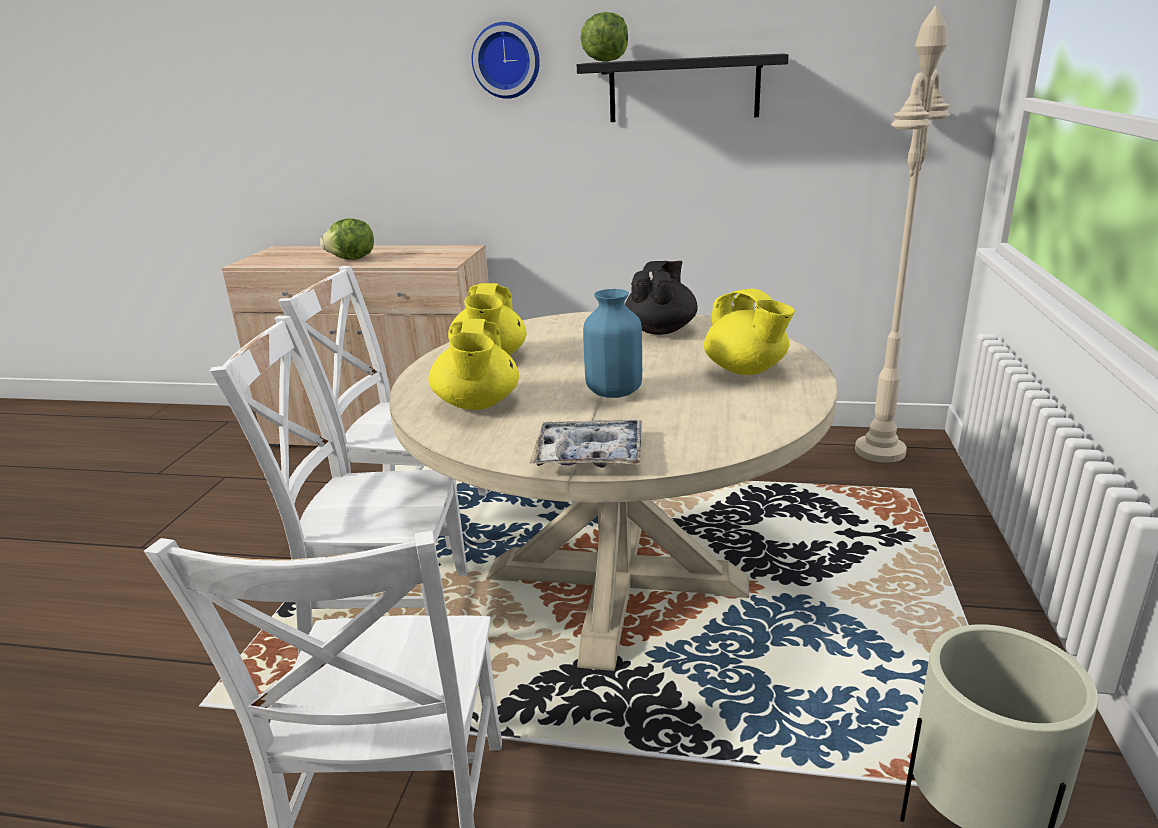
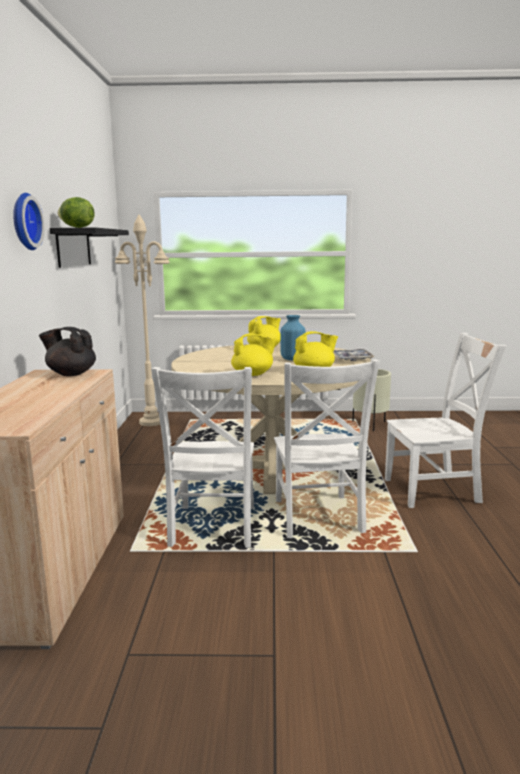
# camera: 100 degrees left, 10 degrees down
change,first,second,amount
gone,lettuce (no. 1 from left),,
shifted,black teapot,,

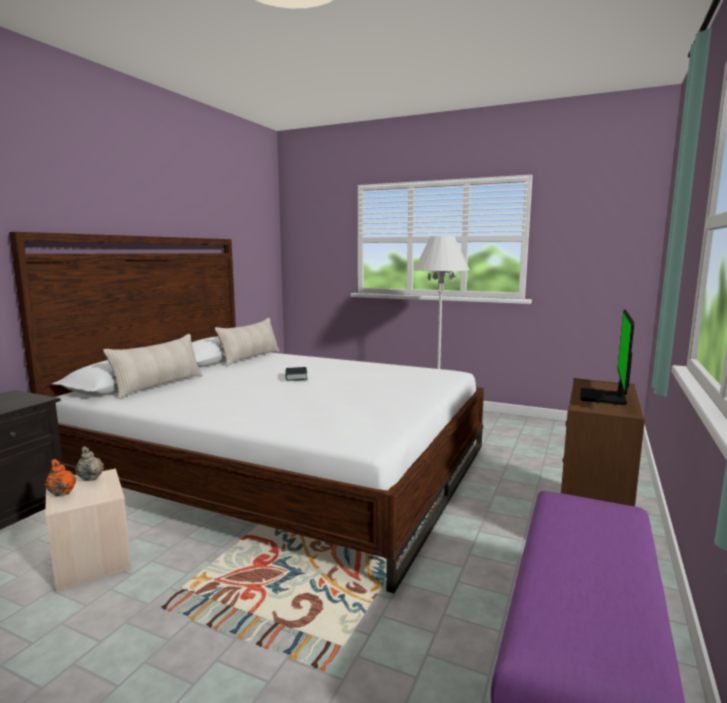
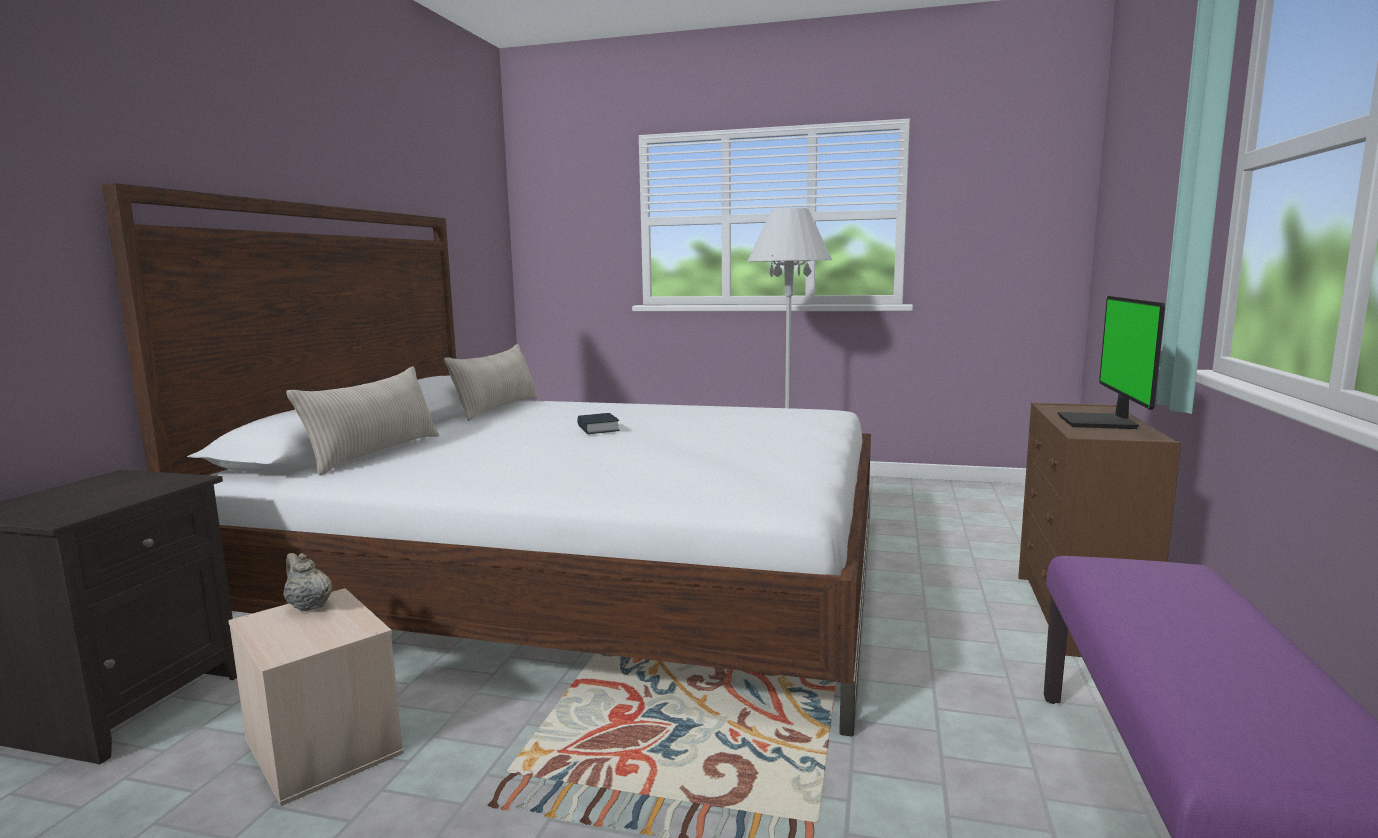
# camera: 10 degrees left, 0 degrees up
change,first,second,amount
gone,orange teapot,,

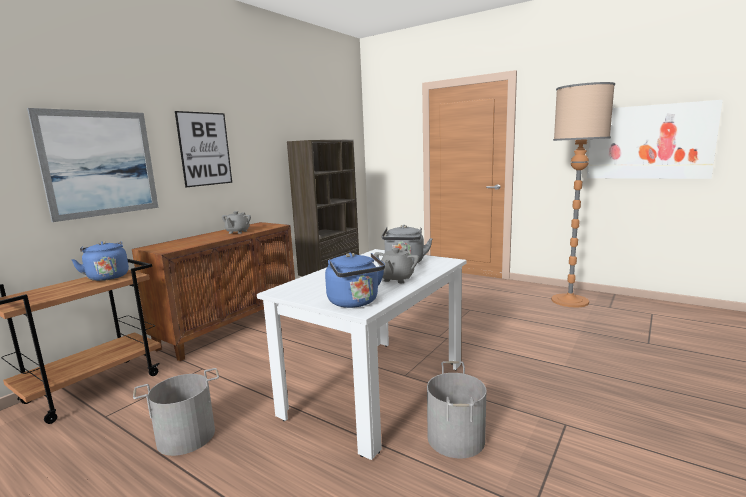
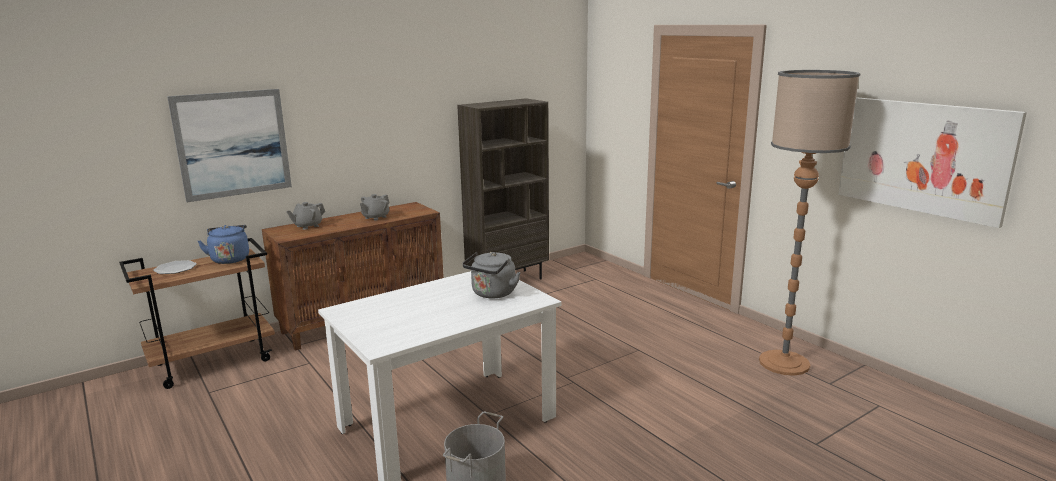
# camera: 20 degrees right, 5 degrees up
change,first,second,amount
gone,grey bucket (no. 1 from left),,
gone,picture (no. 2 from left),,
gone,blue kettle (no. 2 from left),,
new,,plate,
shifted,grey teapot (no. 2 from left in the first image),grey teapot (no. 1 from left),

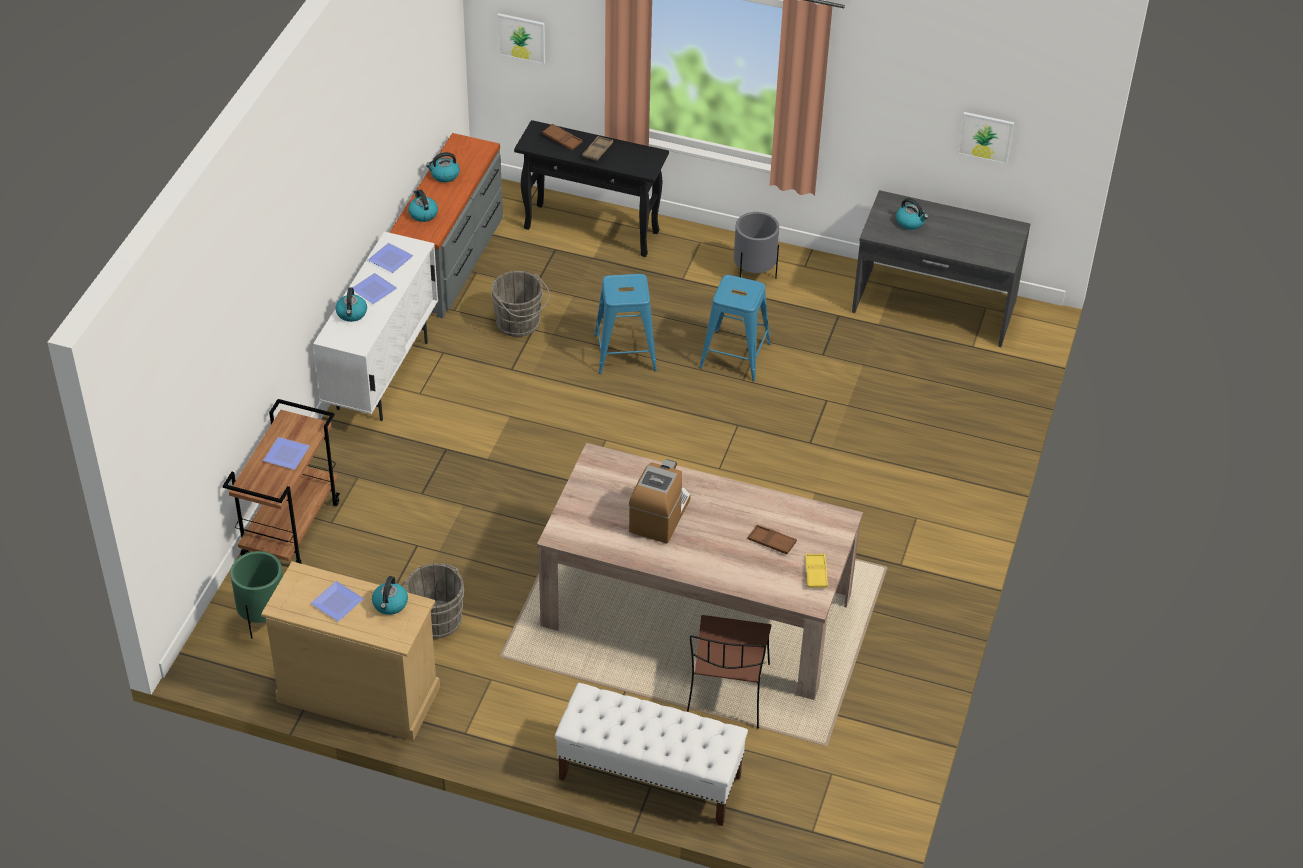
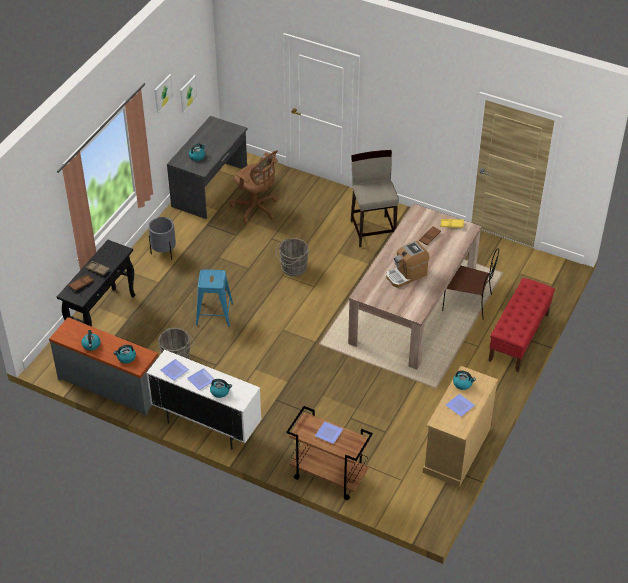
# camera: 80 degrees left, 0 degrees up
change,first,second,amount
gone,green planter,,
gone,blue stool (no. 2 from left),,
new,,brown office chair,
new,,beige stool,
shifted,grey bucket (no. 1 from left in the first image),grey bucket (no. 2 from left),
shifted,picture (no. 1 from left),,
repainted,white bench,red bench,
rotated,coffee machine,,60 degrees counterclockwise

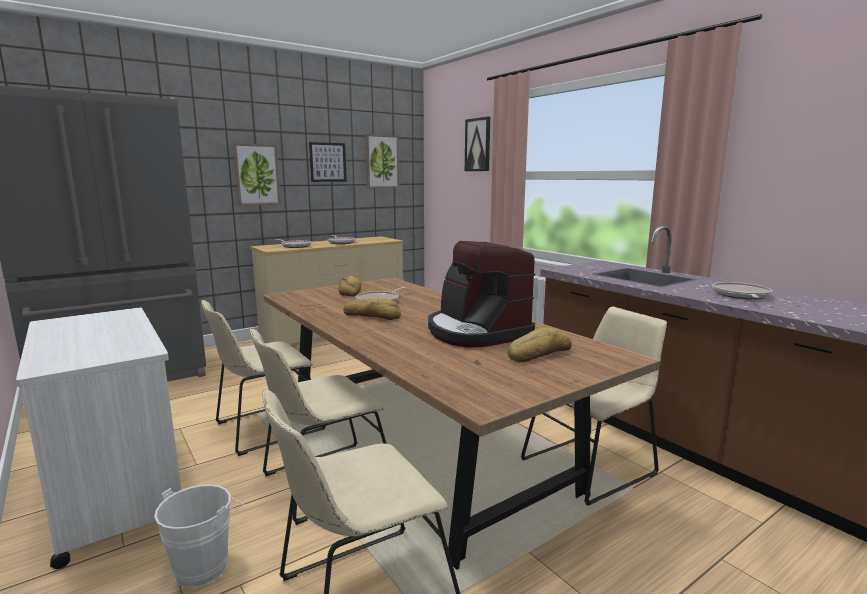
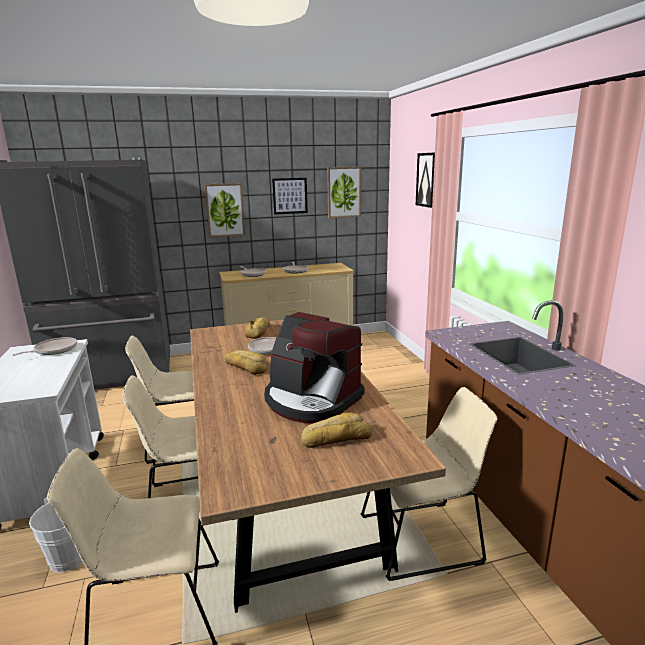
# camera: 20 degrees right, 5 degrees up
change,first,second,amount
shifted,frying pan (no. 4 from left in the first image),frying pan (no. 1 from left),
rotated,coffee machine,,45 degrees counterclockwise

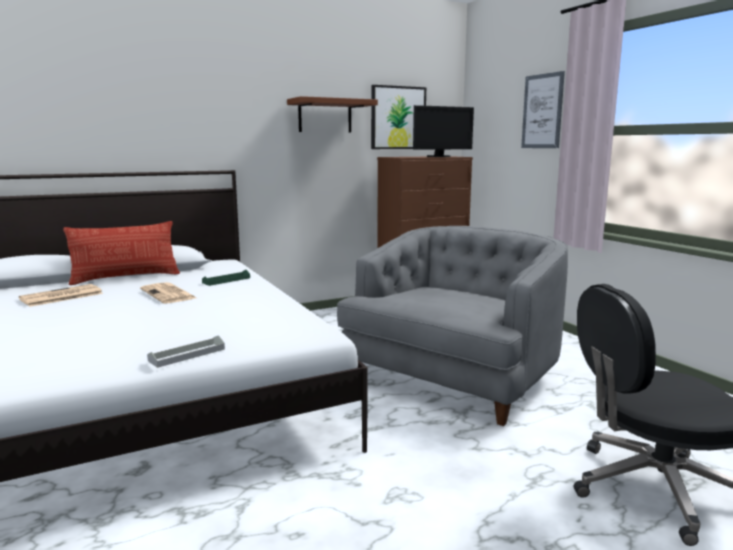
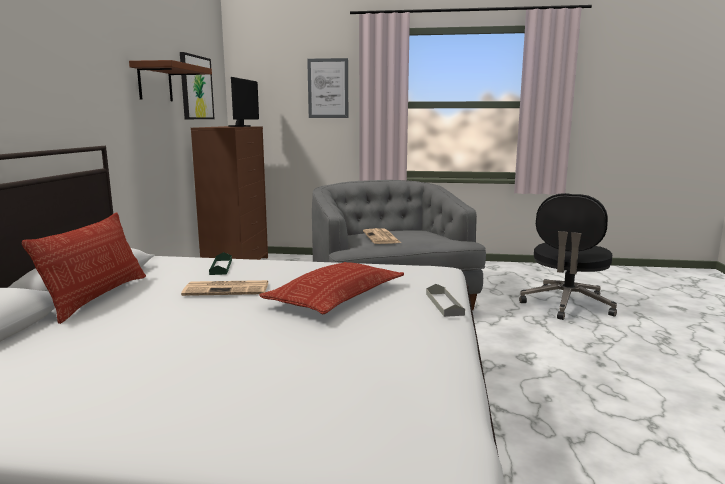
# camera: 55 degrees left, 0 degrees up
change,first,second,amount
new,,pillow (no. 2 from left),
shifted,newspaper (no. 1 from left in the first image),newspaper (no. 2 from left),

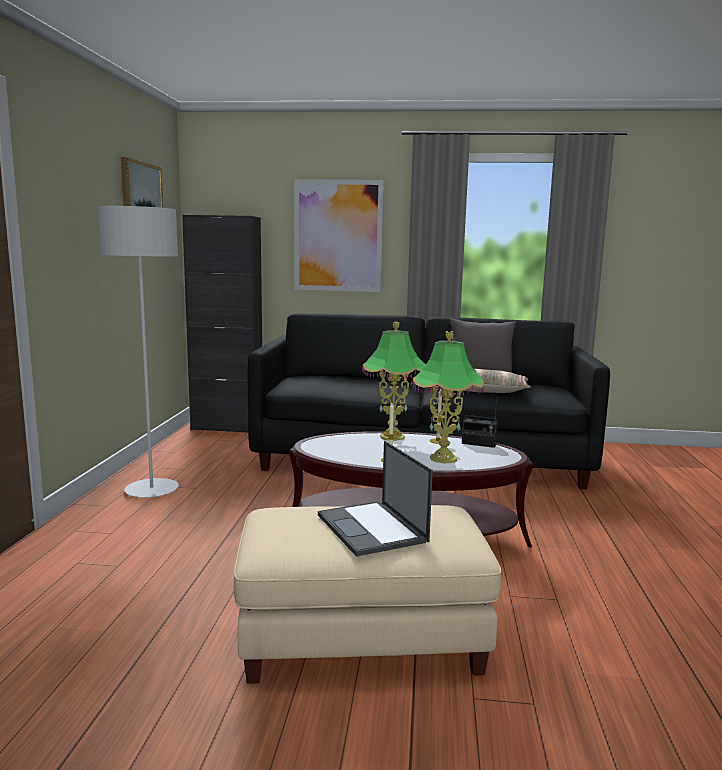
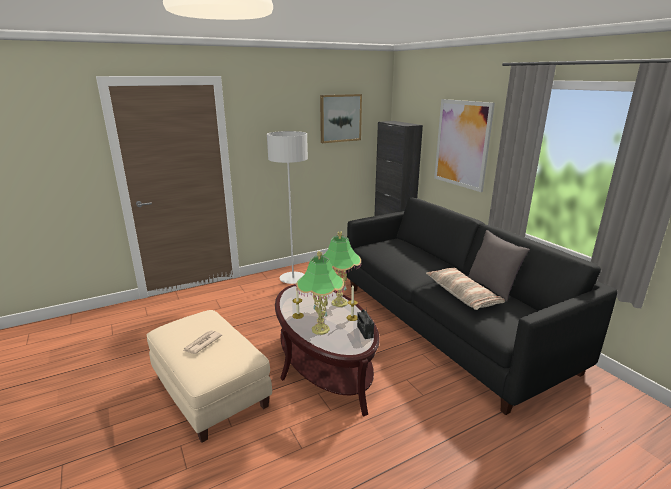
# camera: 55 degrees right, 10 degrees up
change,first,second,amount
swapped,laptop,newspaper,

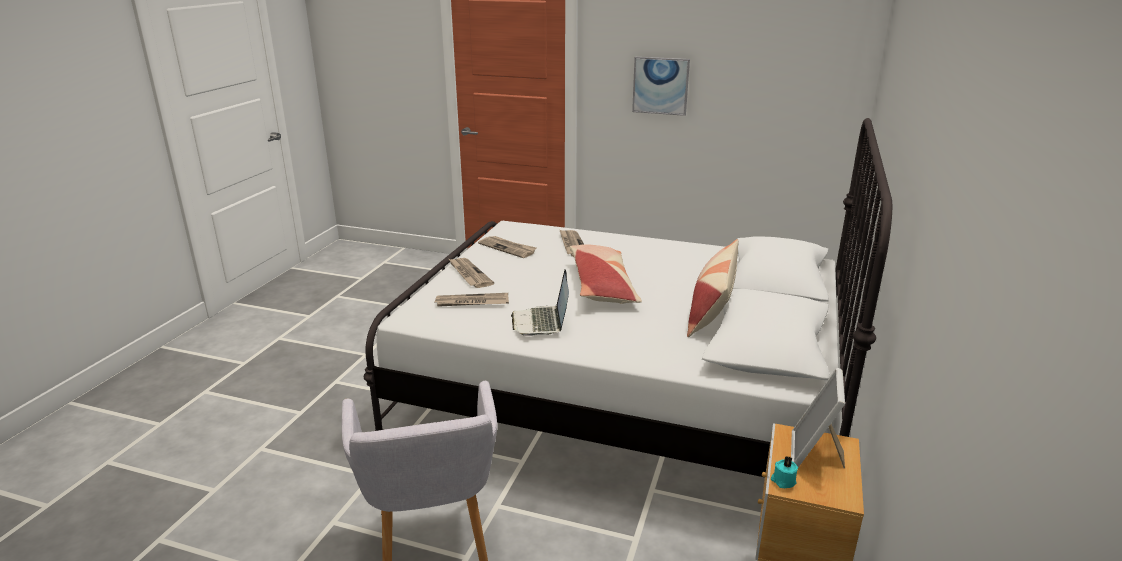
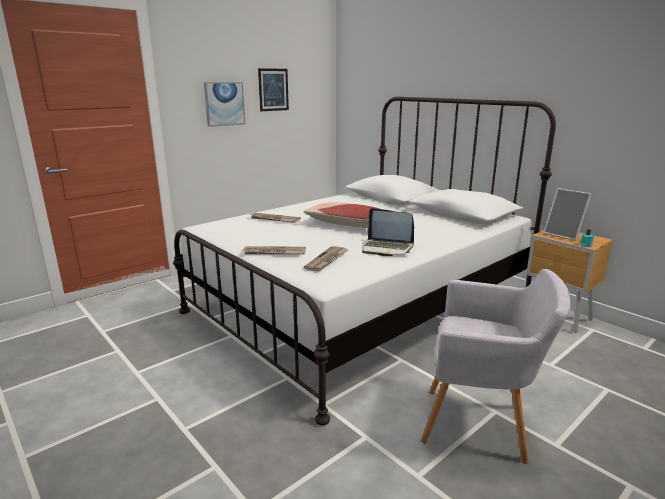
# camera: 60 degrees left, 5 degrees down
change,first,second,amount
gone,newspaper (no. 3 from left),,
gone,pillow (no. 2 from left),,
new,,picture (no. 2 from left),

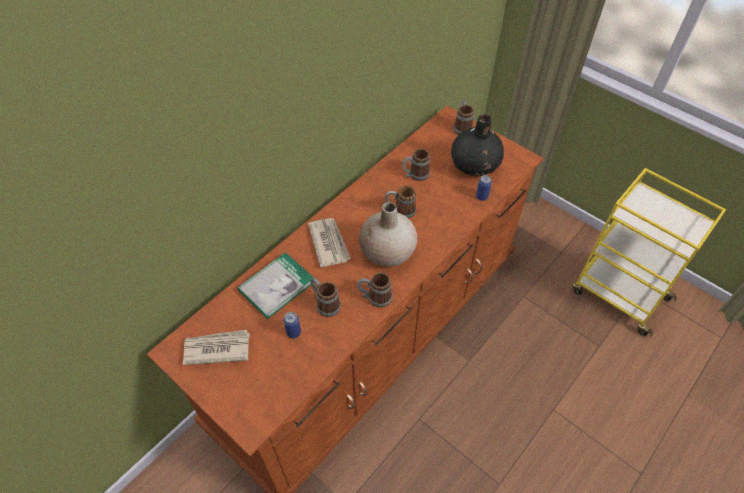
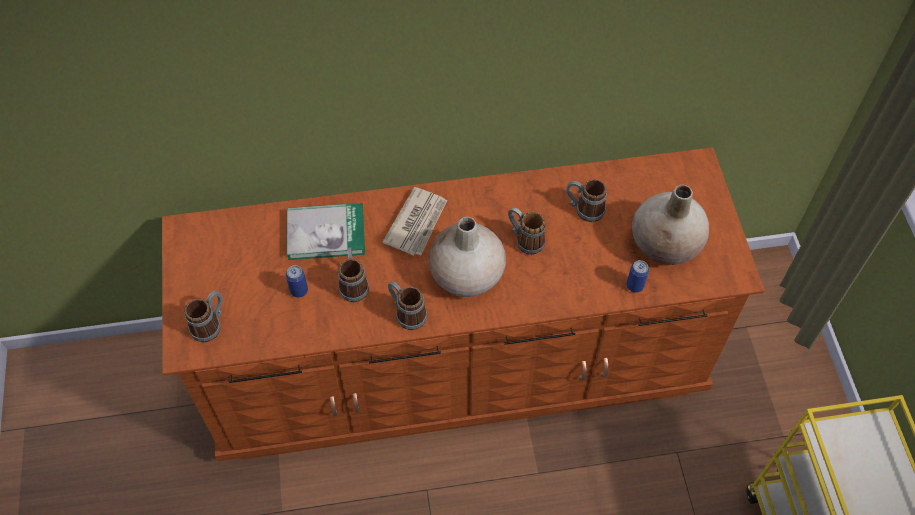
# camera: 40 degrees right, 5 degrees up
change,first,second,amount
gone,newspaper (no. 1 from left),,
shifted,mug (no. 5 from left in the first image),mug (no. 1 from left),
repainted,black vase,beige vase (no. 2 from left),

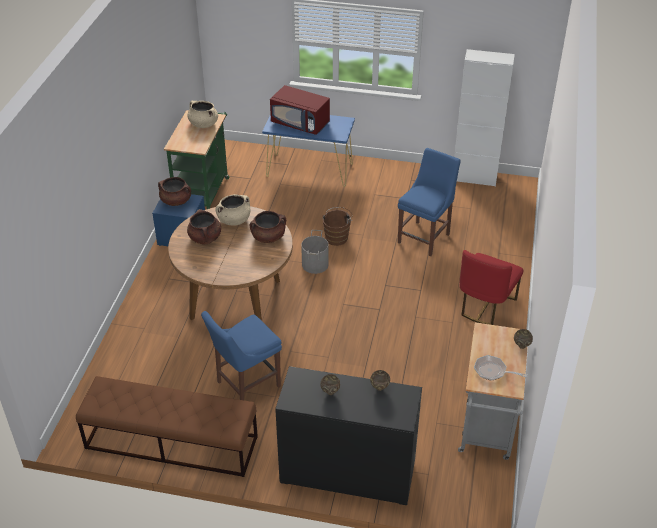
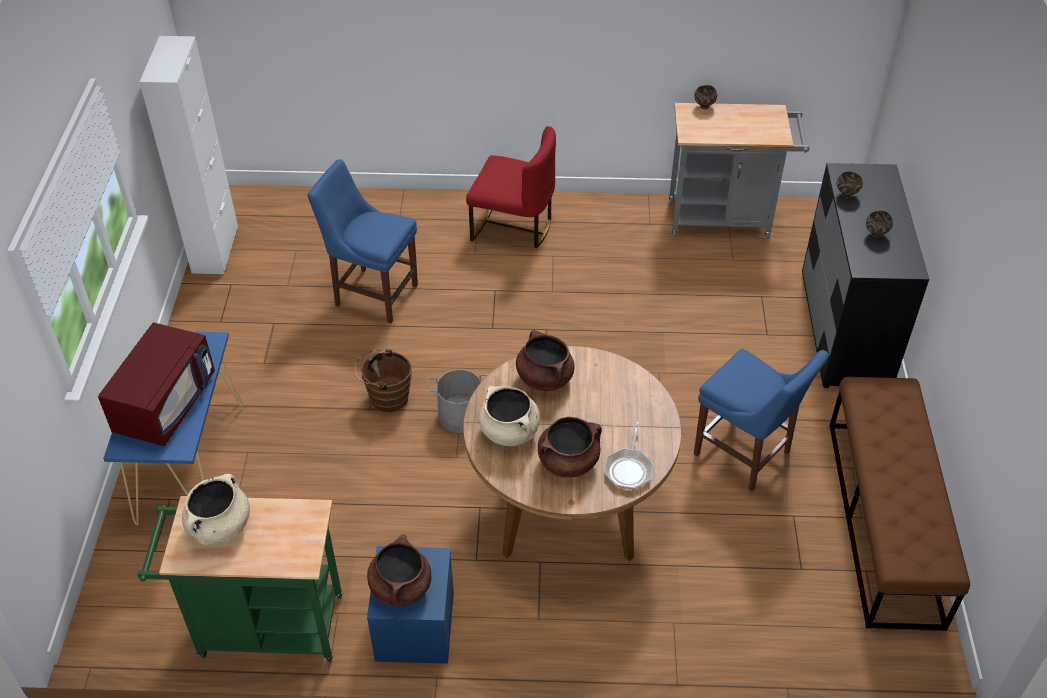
# camera: 100 degrees left, 5 degrees up
change,first,second,amount
shifted,frying pan,,

